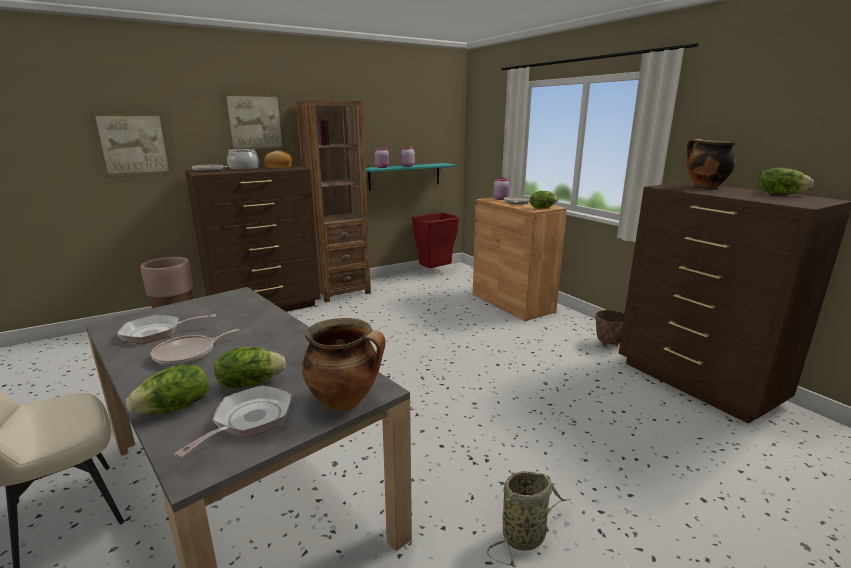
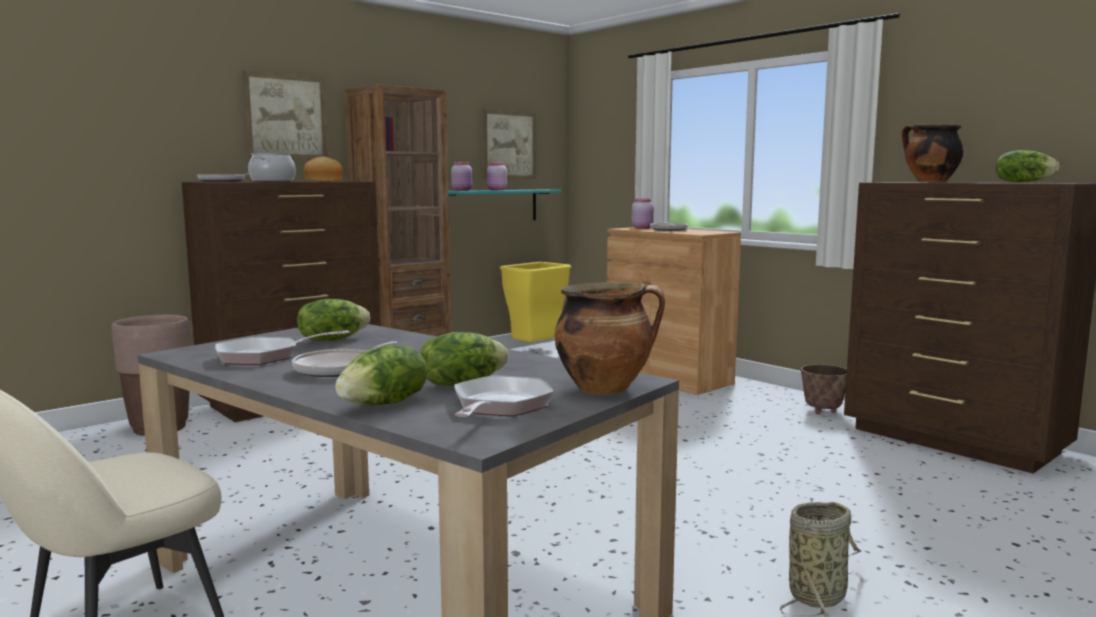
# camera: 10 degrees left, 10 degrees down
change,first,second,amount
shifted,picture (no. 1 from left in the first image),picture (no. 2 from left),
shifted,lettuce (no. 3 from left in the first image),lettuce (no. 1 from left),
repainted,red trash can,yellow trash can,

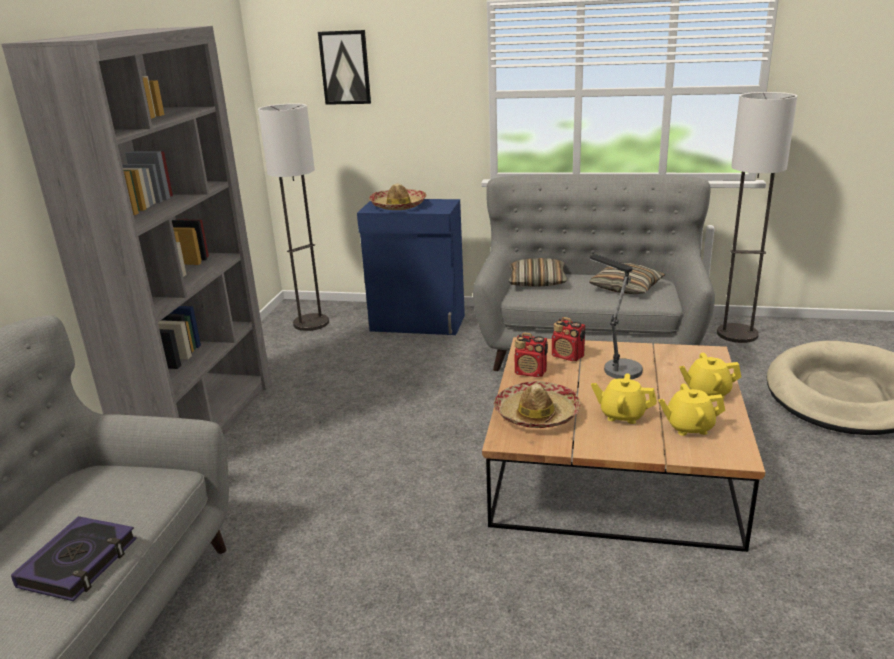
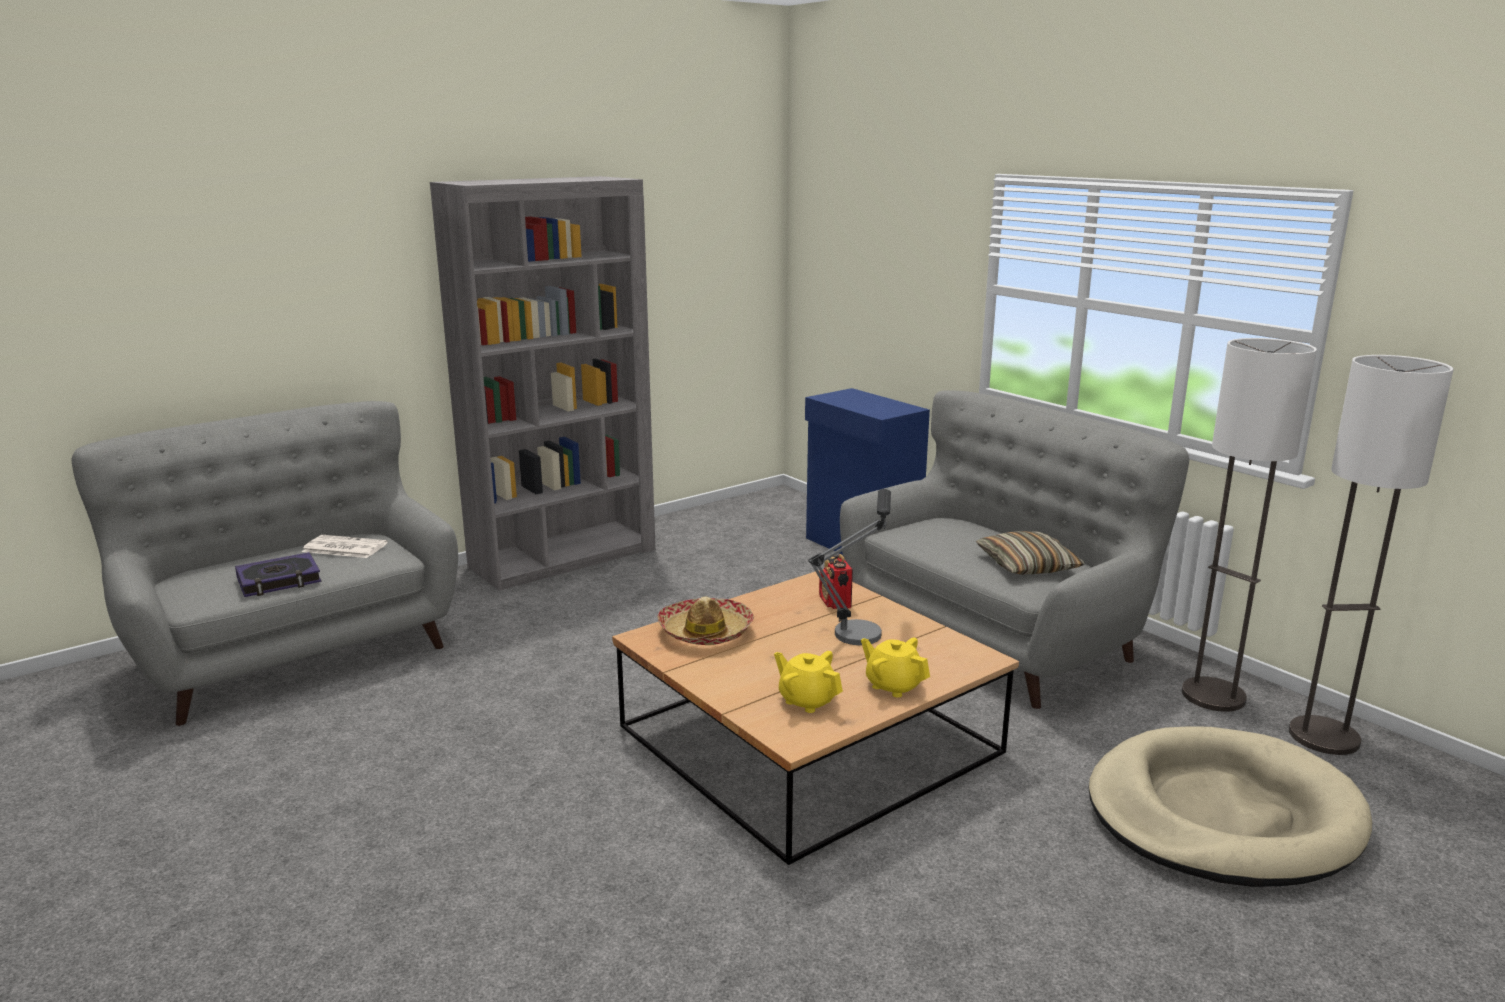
# camera: 40 degrees right, 5 degrees down
change,first,second,amount
gone,picture,,
gone,hat (no. 1 from left),,
gone,pillow (no. 1 from left),,
gone,radio (no. 1 from left),,
gone,yellow teapot (no. 1 from left),,
new,,newspaper,
shifted,floor lamp (no. 1 from left in the first image),floor lamp (no. 2 from left),

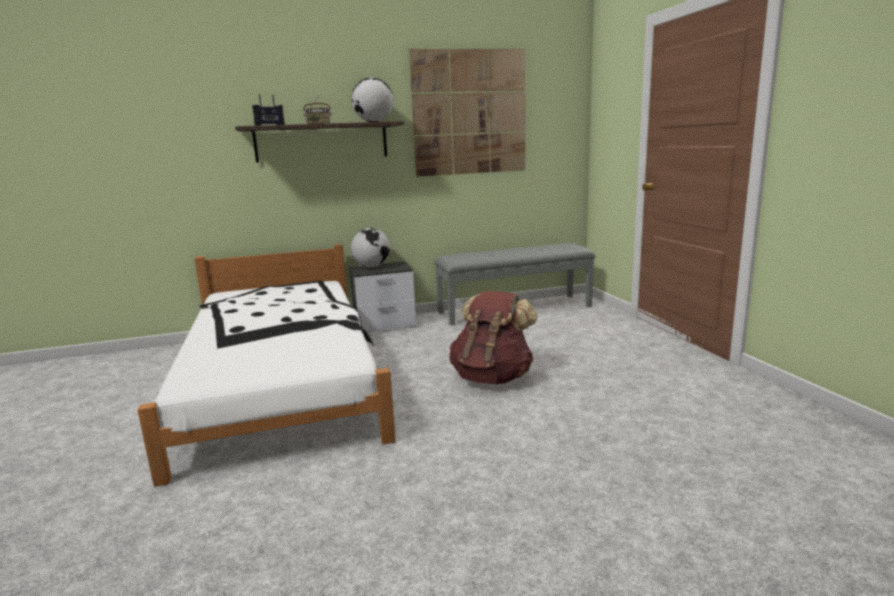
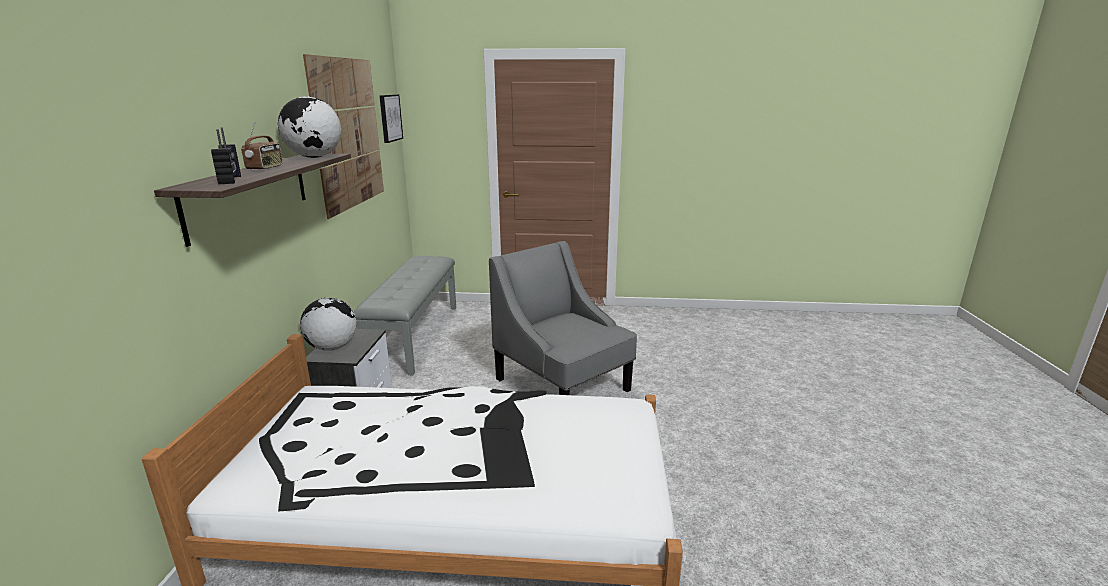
# camera: 70 degrees left, 5 degrees up
change,first,second,amount
new,,picture (no. 2 from left),
swapped,brown backpack,grey armchair,

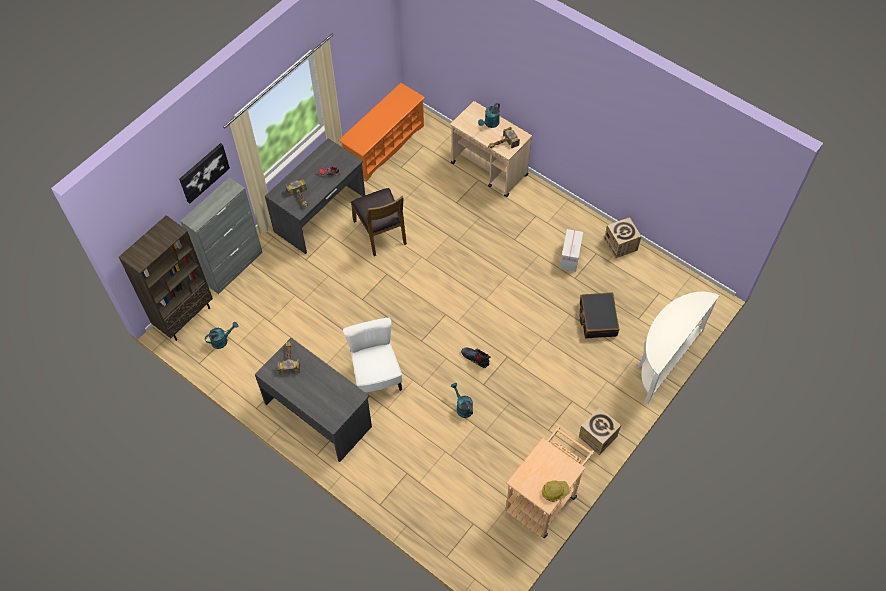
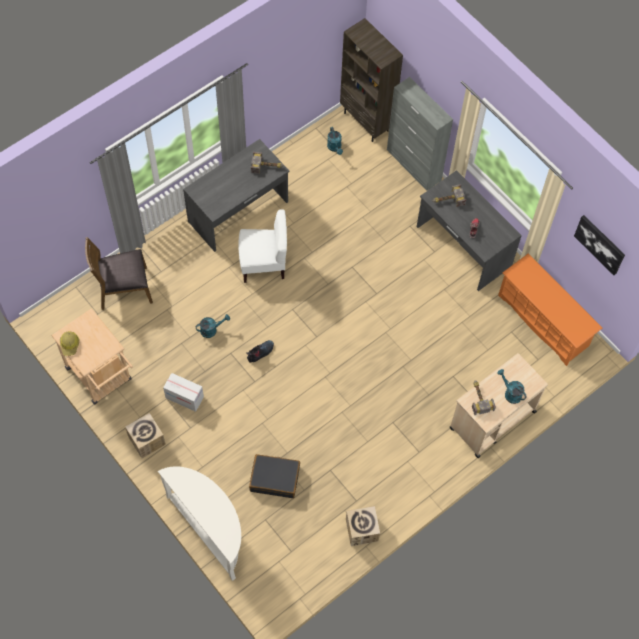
# camera: 100 degrees right, 5 degrees up
change,first,second,amount
shifted,picture,,
shifted,brown chair,,
shifted,cardboard box (no. 1 from left in the first image),cardboard box (no. 2 from left),

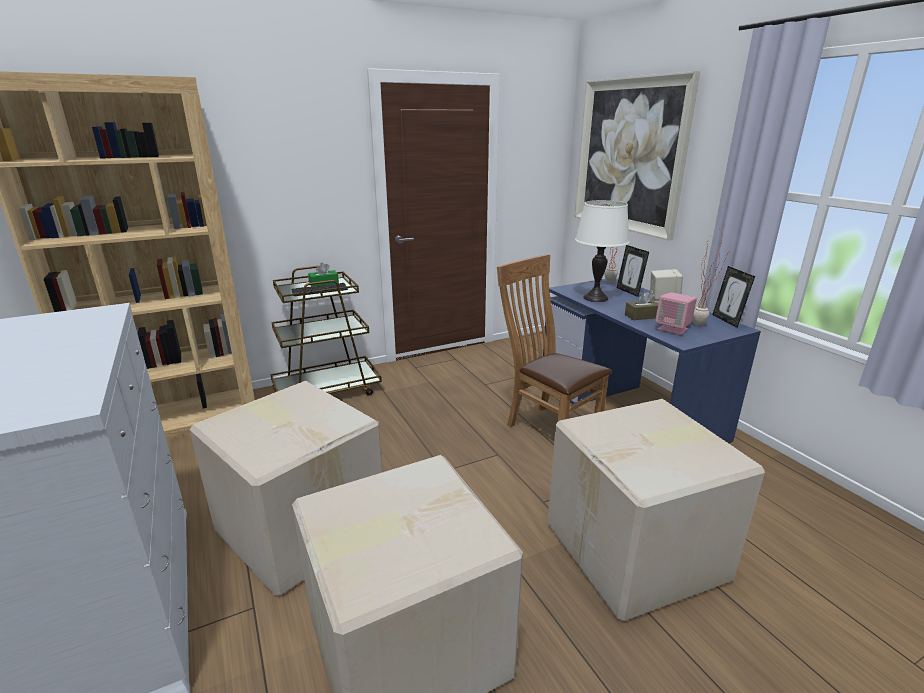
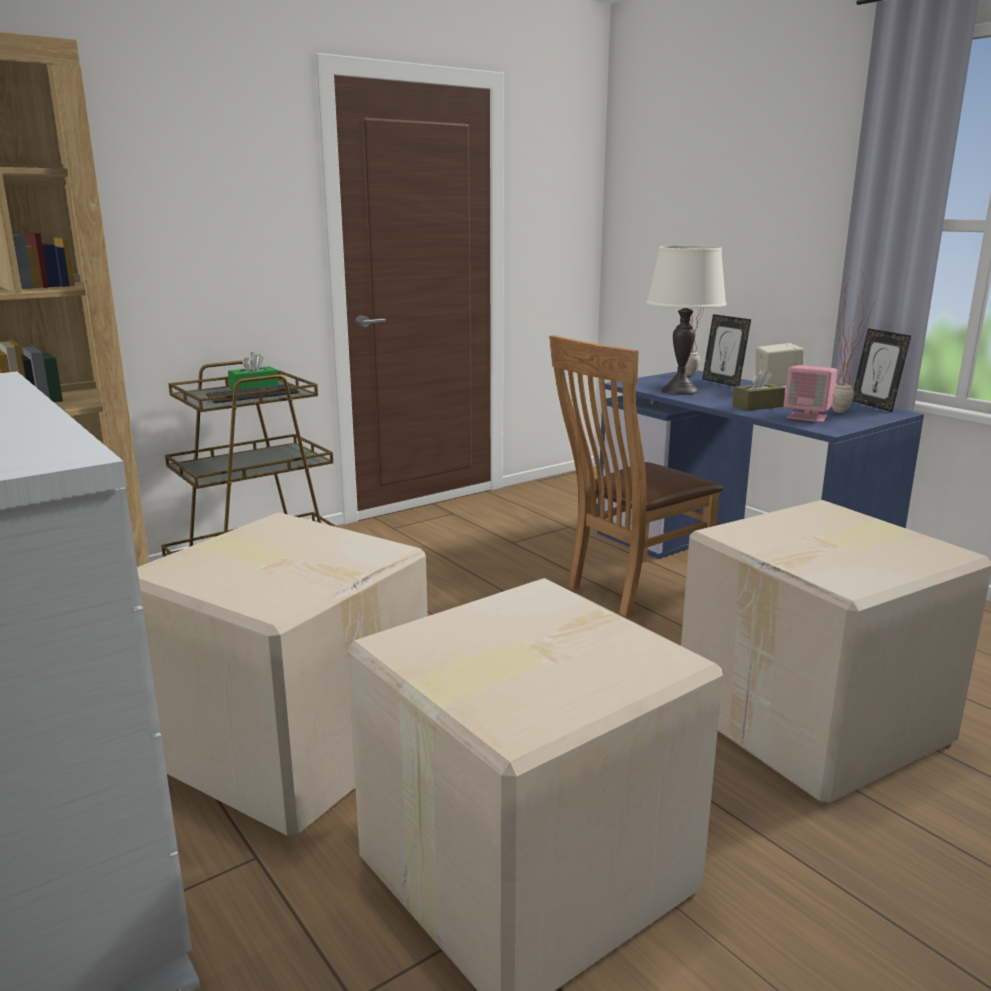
# camera: 10 degrees left, 5 degrees down
change,first,second,amount
gone,picture,,
rotated,brown chair,,75 degrees counterclockwise

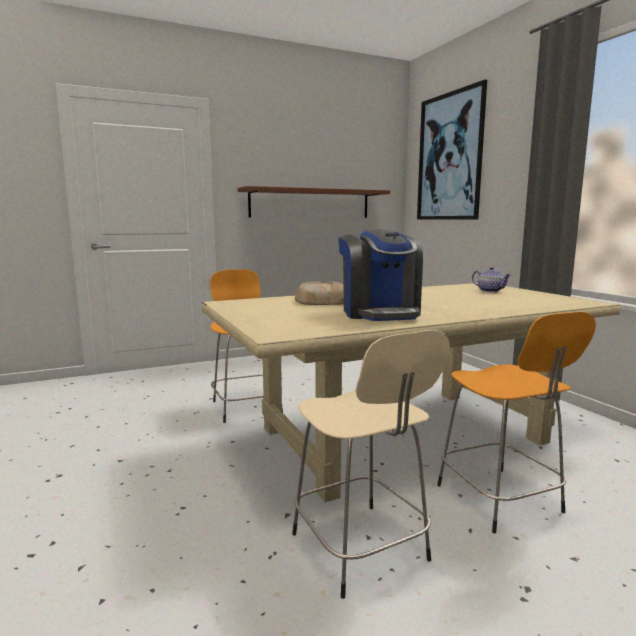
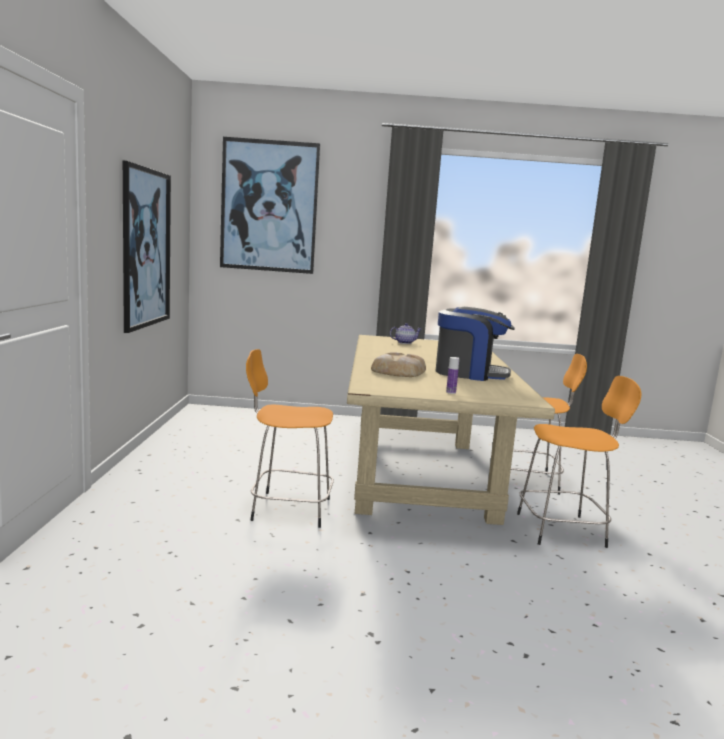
# camera: 65 degrees left, 0 degrees up
change,first,second,amount
new,,bottle,
swapped,brown shelf,picture (no. 1 from left),
repainted,beige stool,orange stool (no. 3 from left),

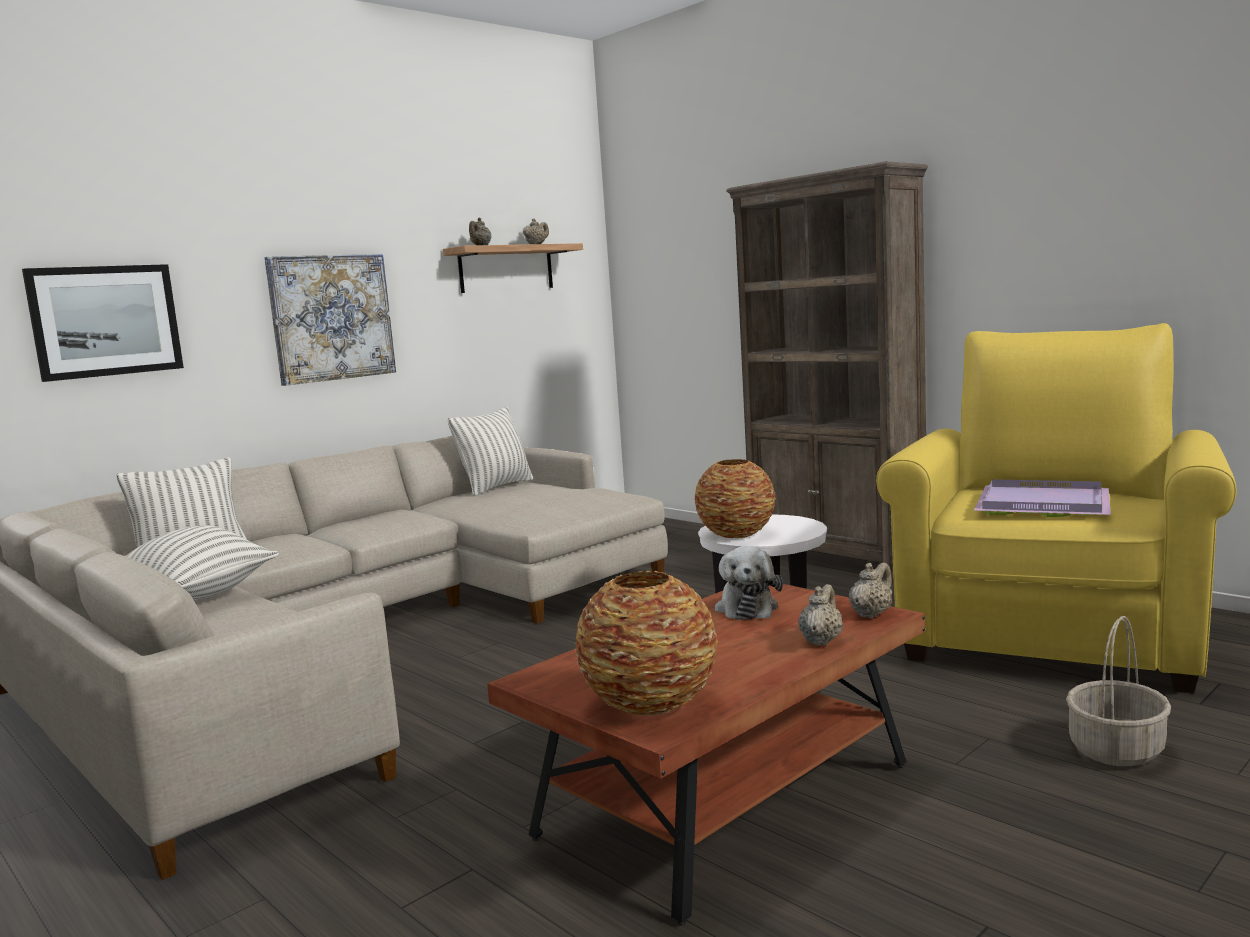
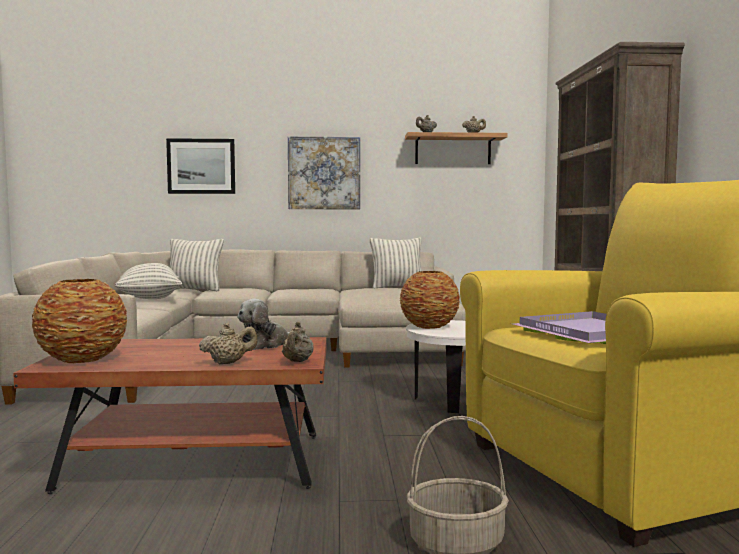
# camera: 40 degrees right, 5 degrees down
change,first,second,amount
rotated,beige teapot (no. 4 from left in the first image),beige teapot (no. 2 from left),105 degrees clockwise

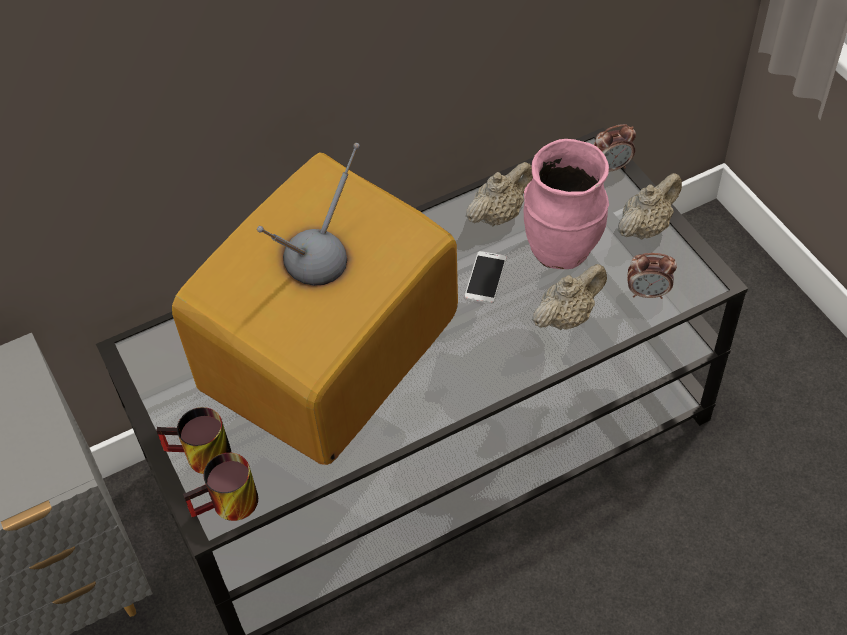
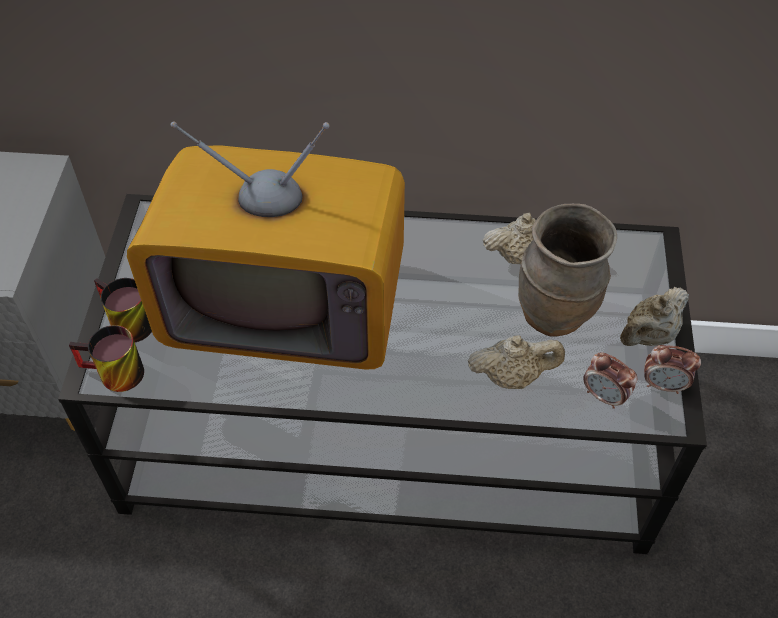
# camera: 30 degrees right, 0 degrees up
change,first,second,amount
gone,phone,,
shifted,alarm clock (no. 1 from left in the first image),alarm clock (no. 2 from left),
repainted,pink vase,brown vase,
rotated,television,,150 degrees counterclockwise
rotated,beige teapot (no. 3 from left),,150 degrees clockwise

